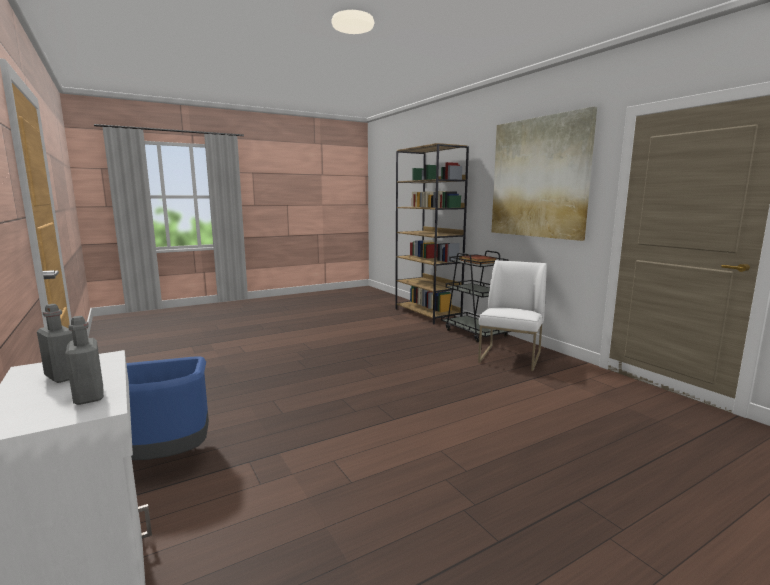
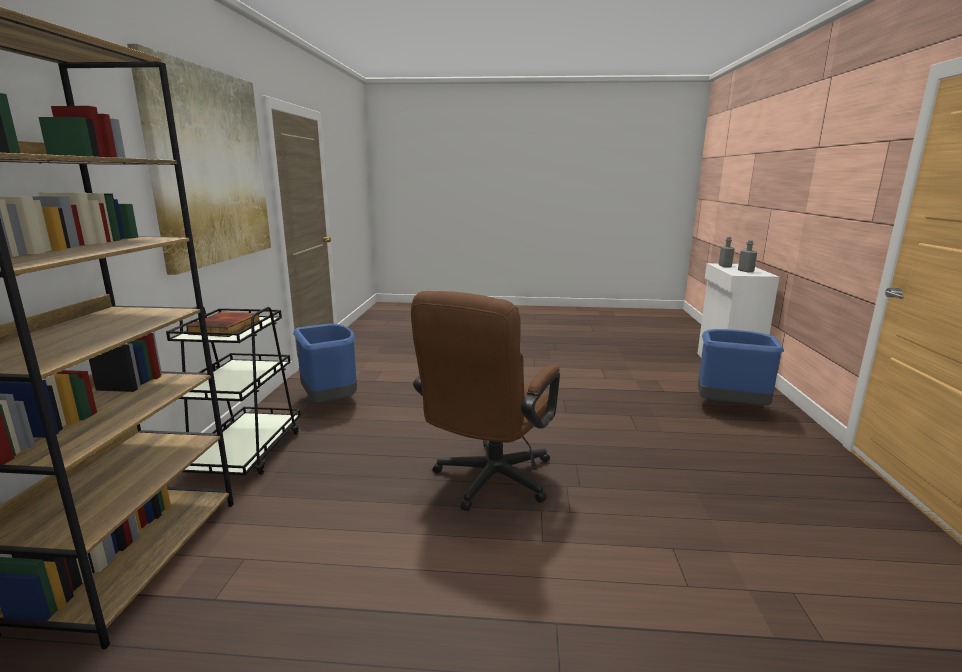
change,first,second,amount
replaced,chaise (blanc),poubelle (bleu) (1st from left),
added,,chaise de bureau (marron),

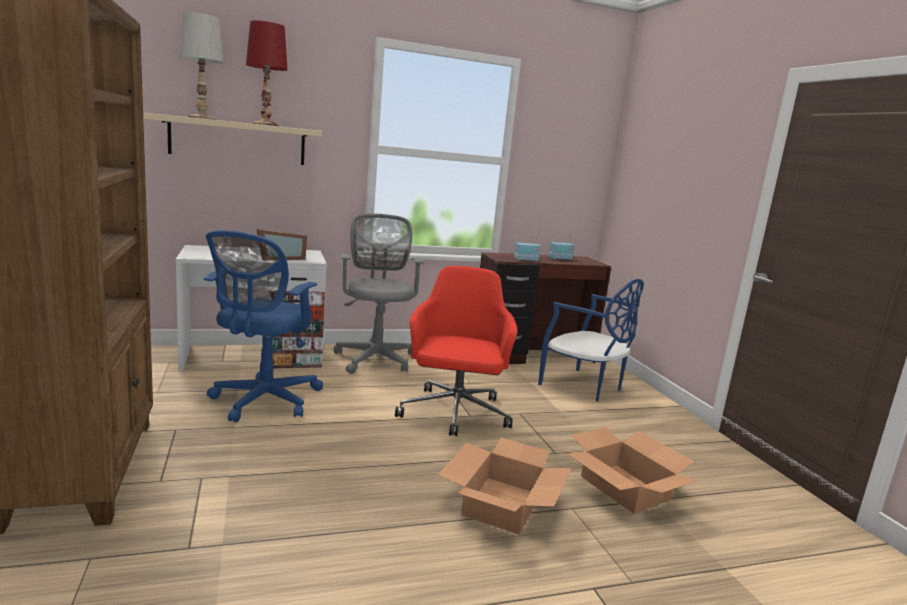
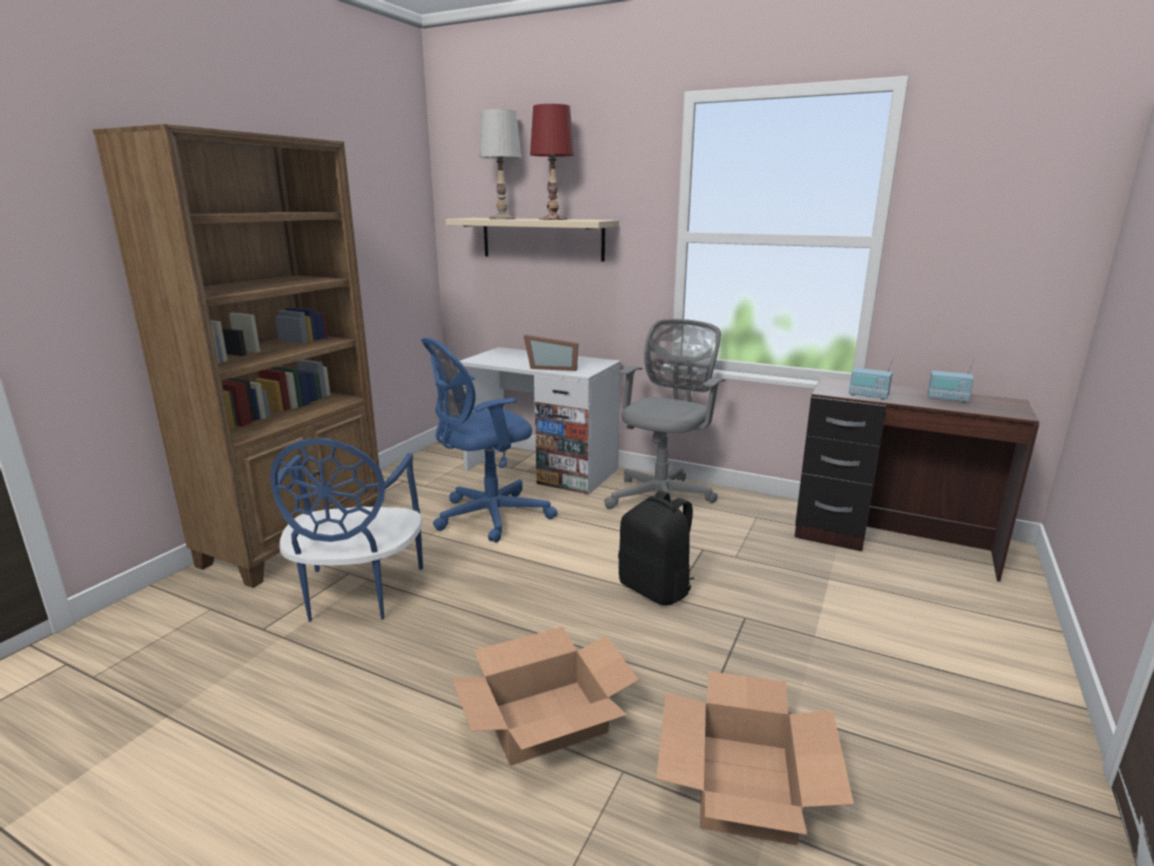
change,first,second,amount
replaced,chaise de bureau (rouge),sac à dos (noir),
moved,chaise (bleu),,

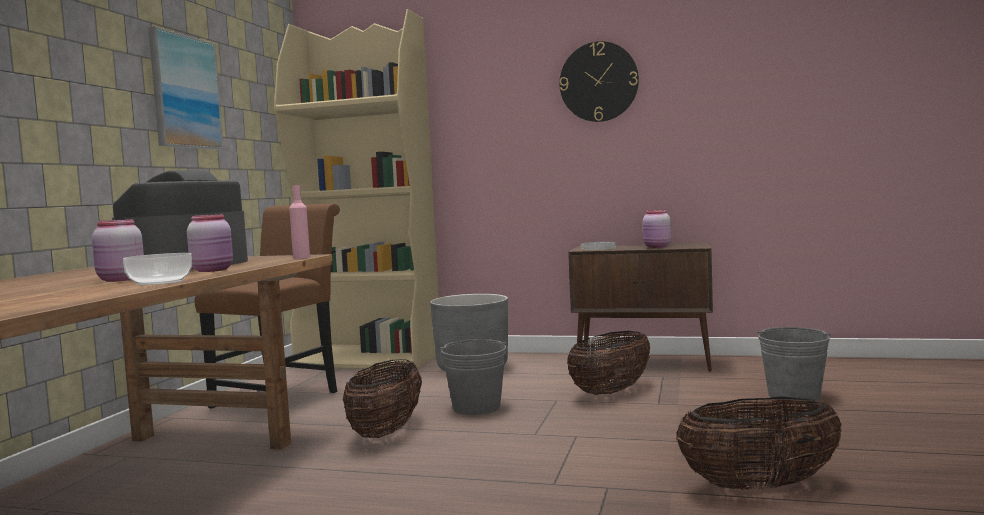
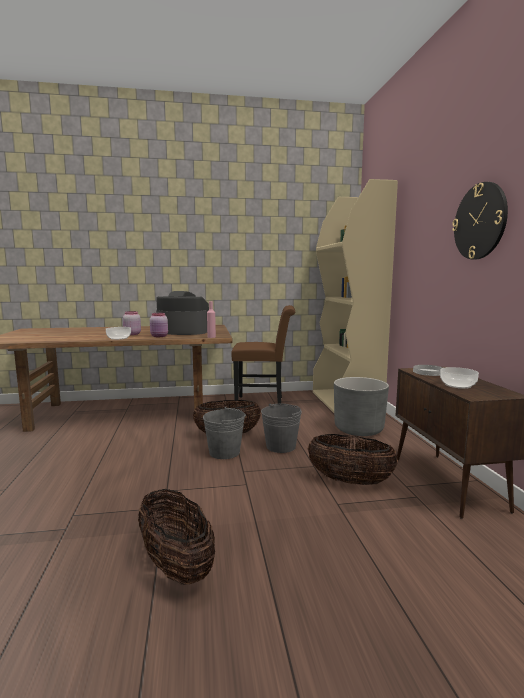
change,first,second,amount
removed,tableau,,
replaced,bocal (rose) (3rd from left),bol (2nd from left),
moved,seau (gris) (2nd from left in the first image),seau (gris) (1st from left),

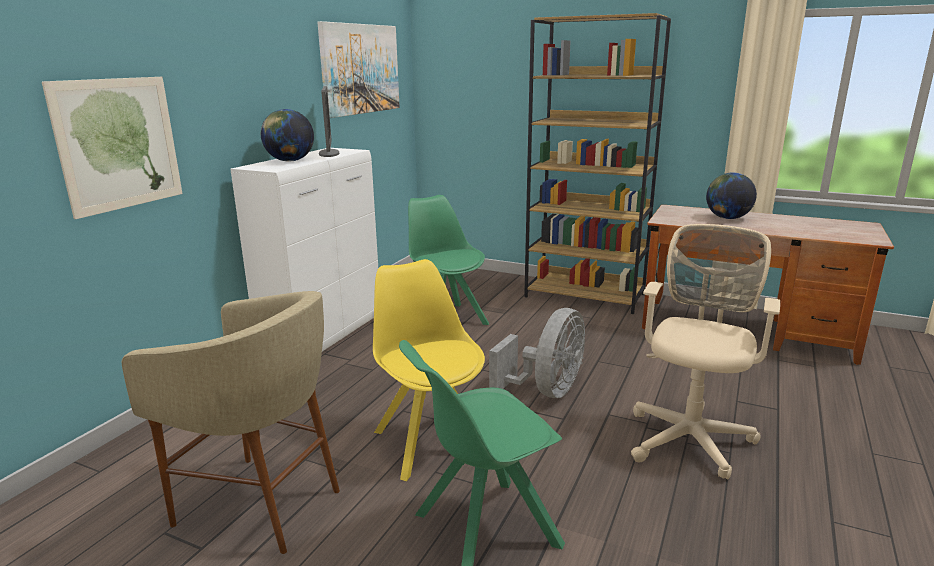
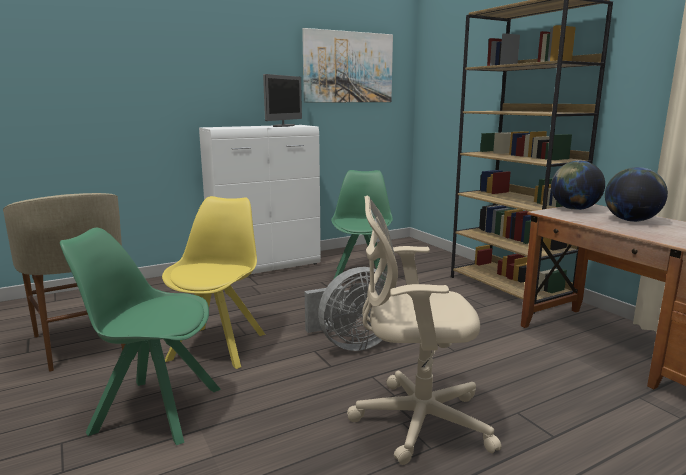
change,first,second,amount
removed,tableau (1st from left),,
moved,globe (1st from left),,
turned,chaise de bureau (beige),,150 degrees counterclockwise

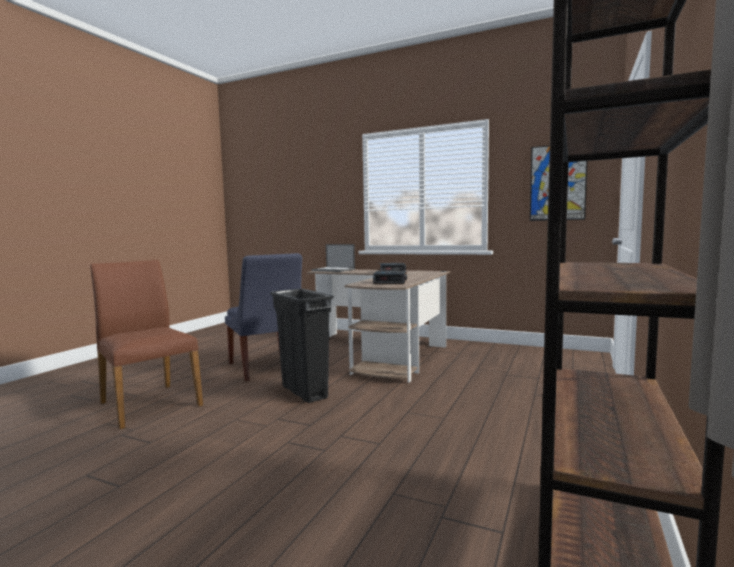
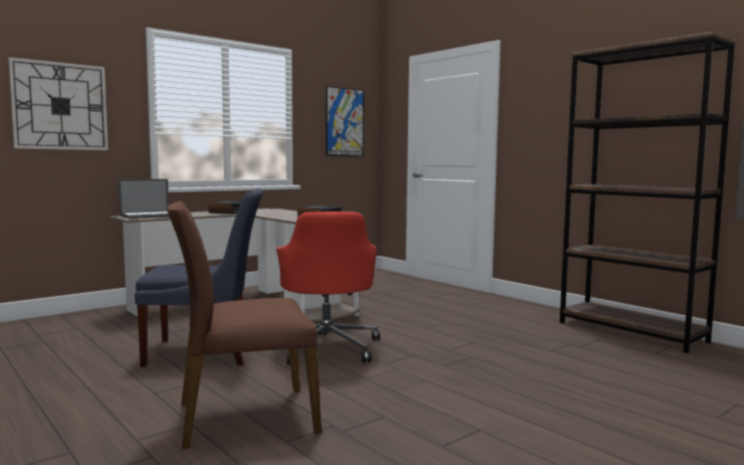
change,first,second,amount
replaced,poubelle (noir),chaise de bureau (rouge),
added,,horloge murale,

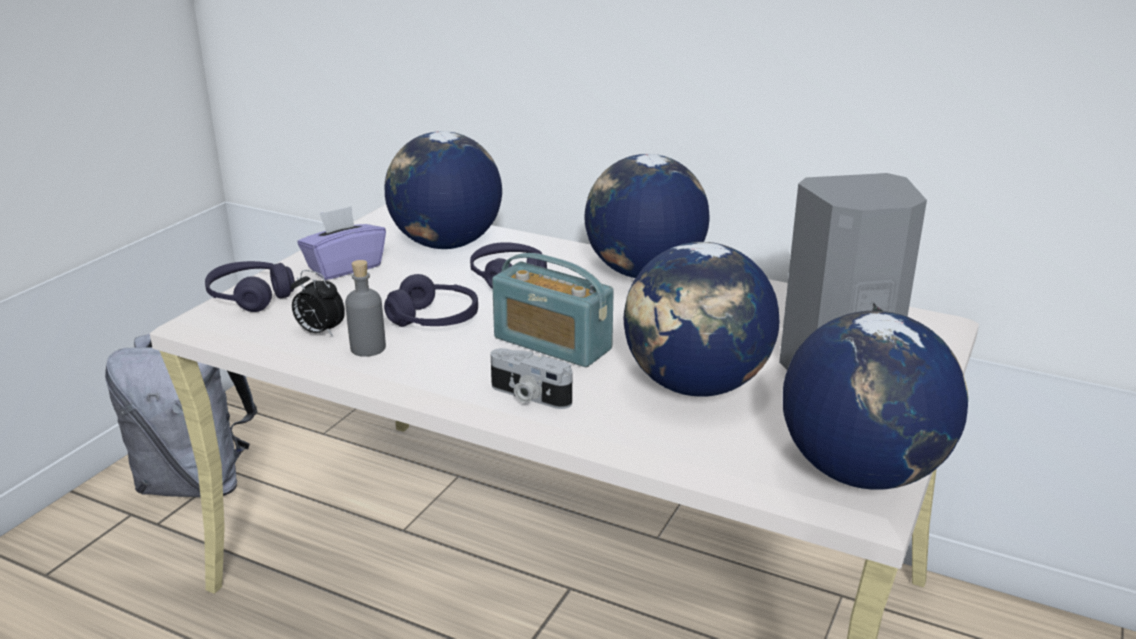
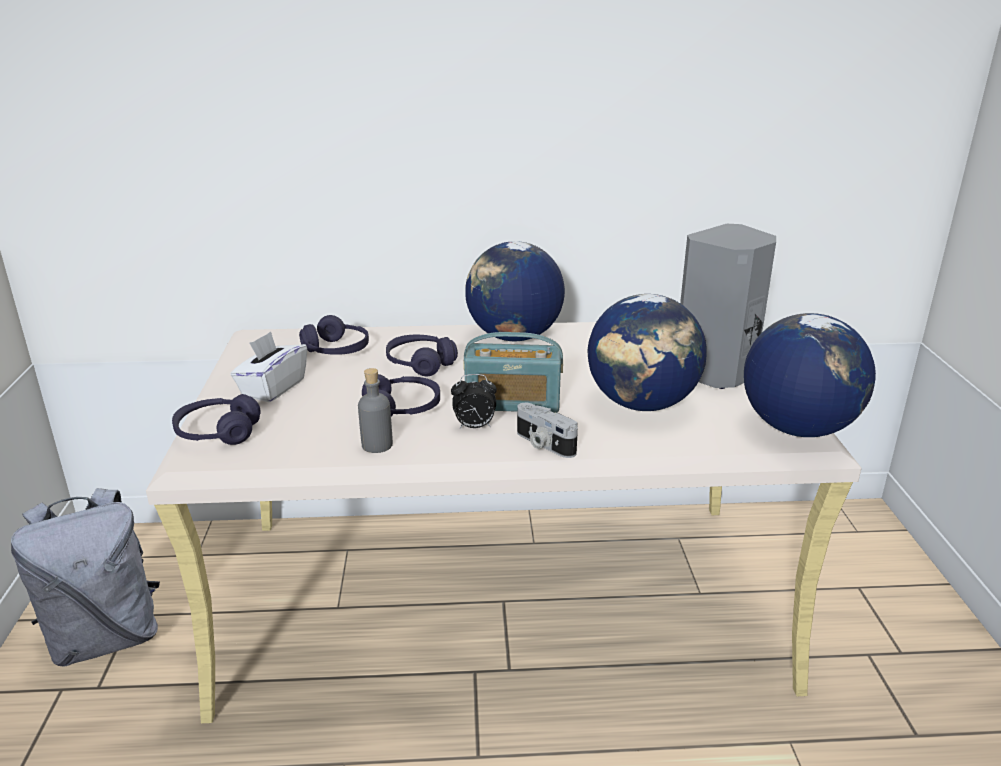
change,first,second,amount
moved,réveil,,
recoloured,boîte à mouchoirs (violet),boîte à mouchoirs (blanc),
replaced,globe (1st from left),casque audio (violet) (2nd from left),
turned,appareil photo,,45 degrees clockwise

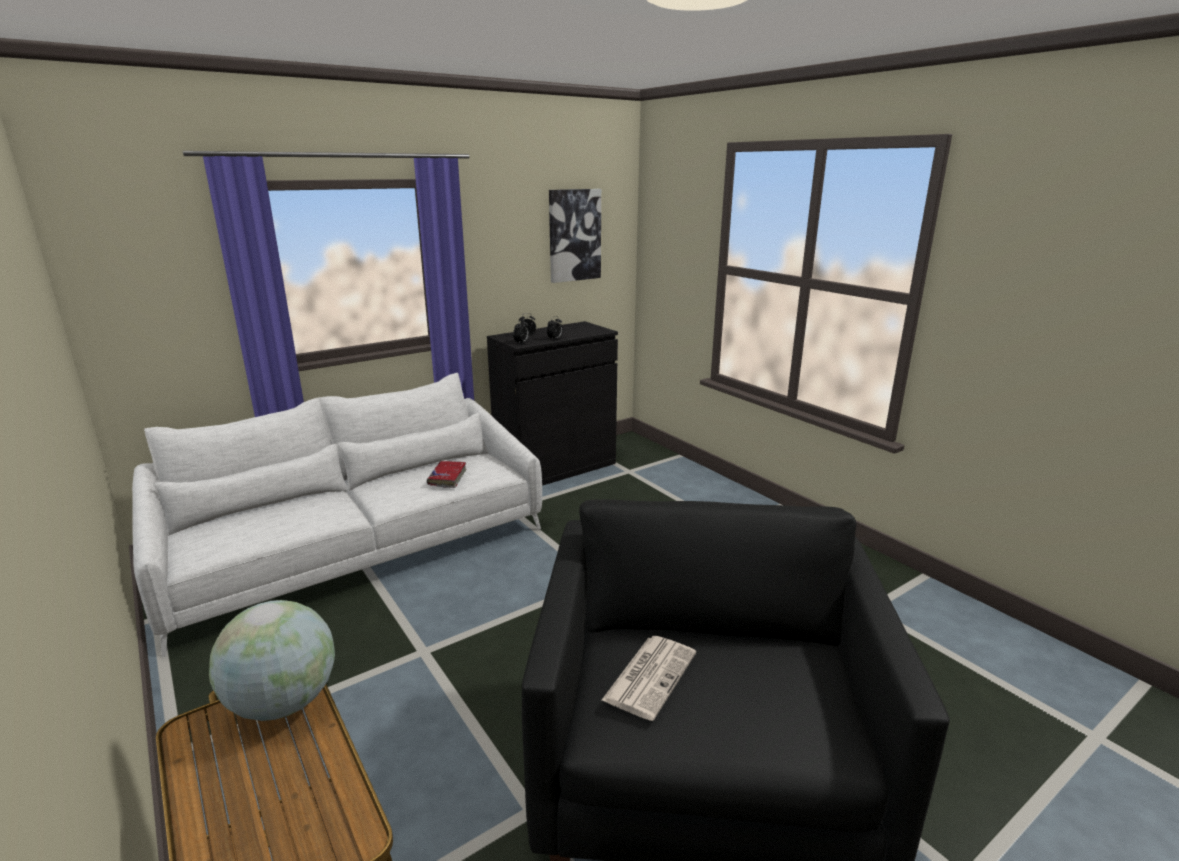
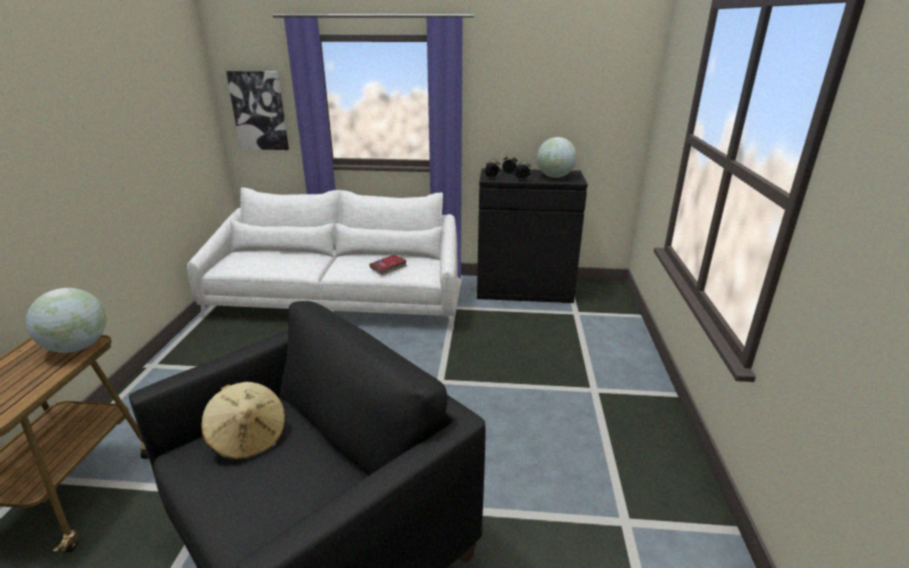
change,first,second,amount
moved,tableau,,
replaced,journal,chapeau (beige),
added,,globe (2nd from left),

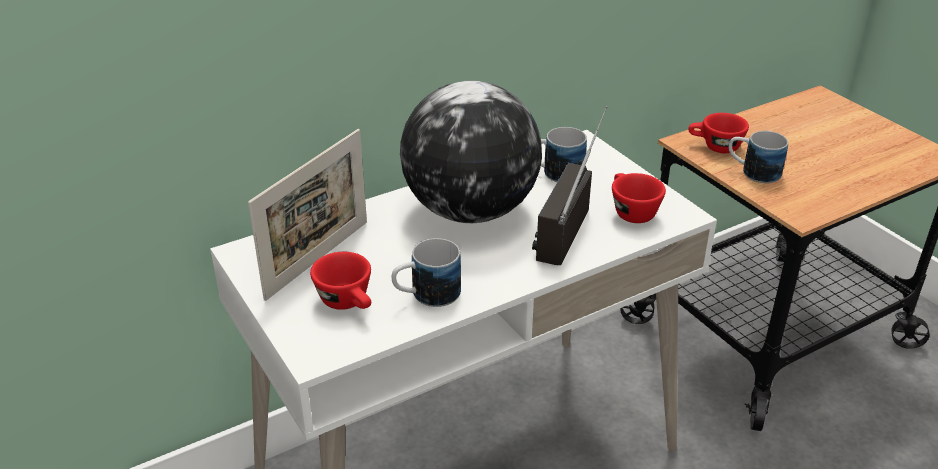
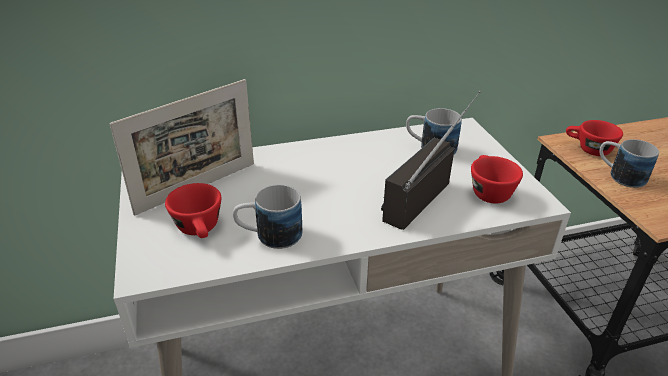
change,first,second,amount
removed,globe,,

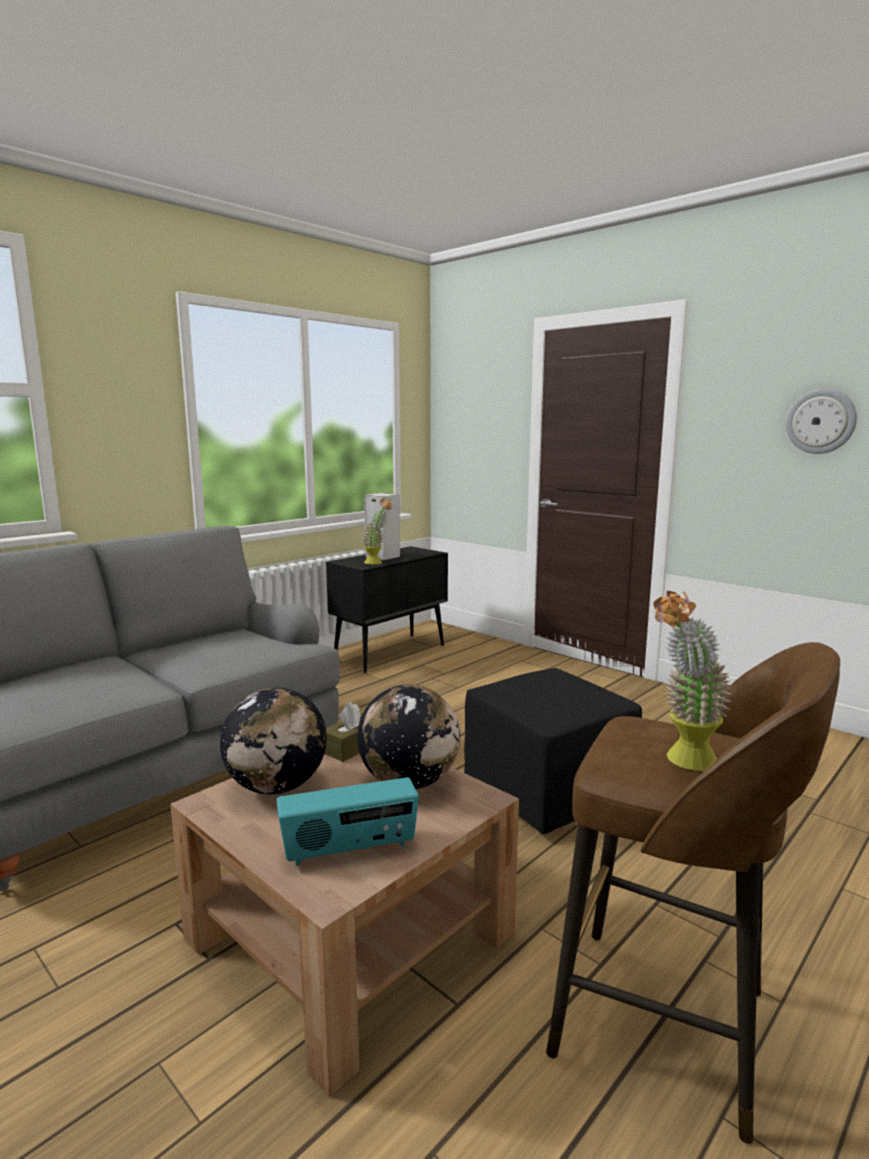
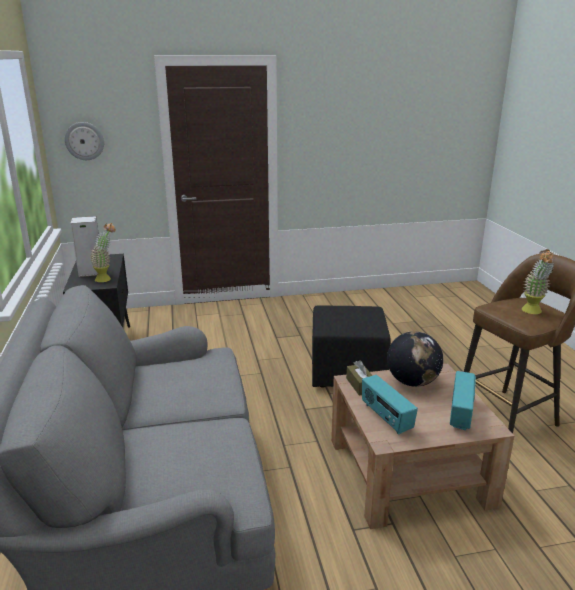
change,first,second,amount
replaced,globe (1st from left),radio (1st from left),
moved,horloge murale,,

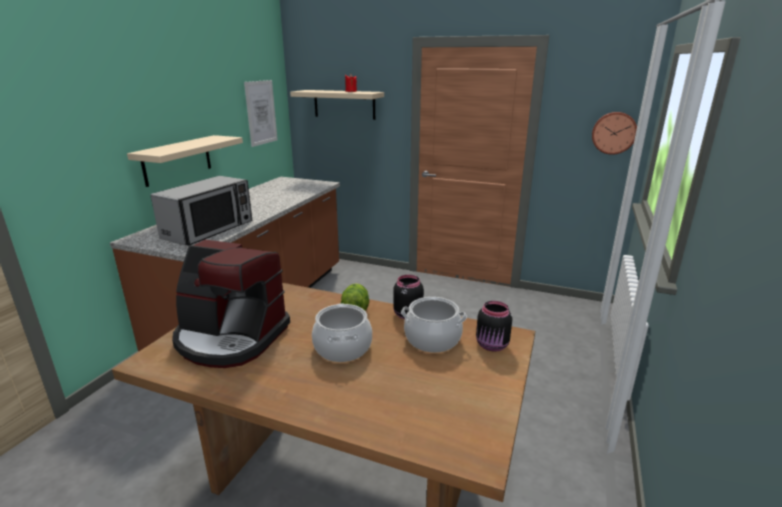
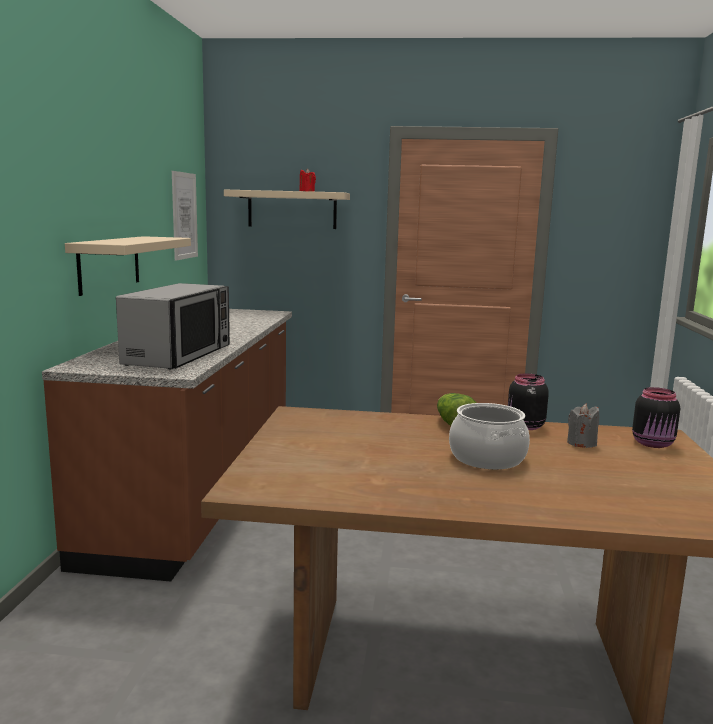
change,first,second,amount
removed,machine à café,,
replaced,marmite (2nd from left),bougie (gris),
removed,horloge murale,,

